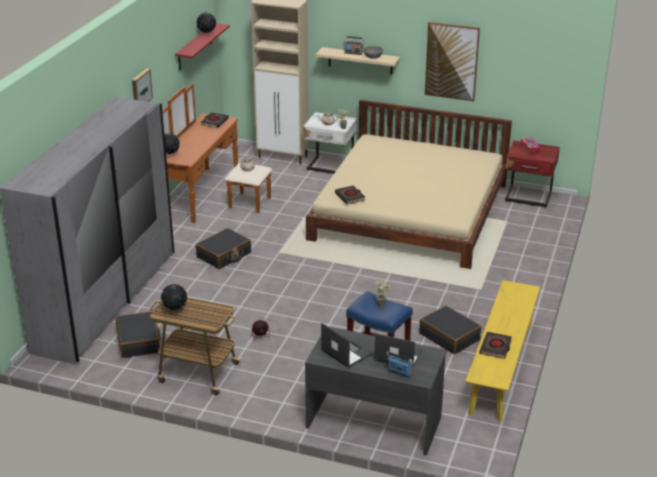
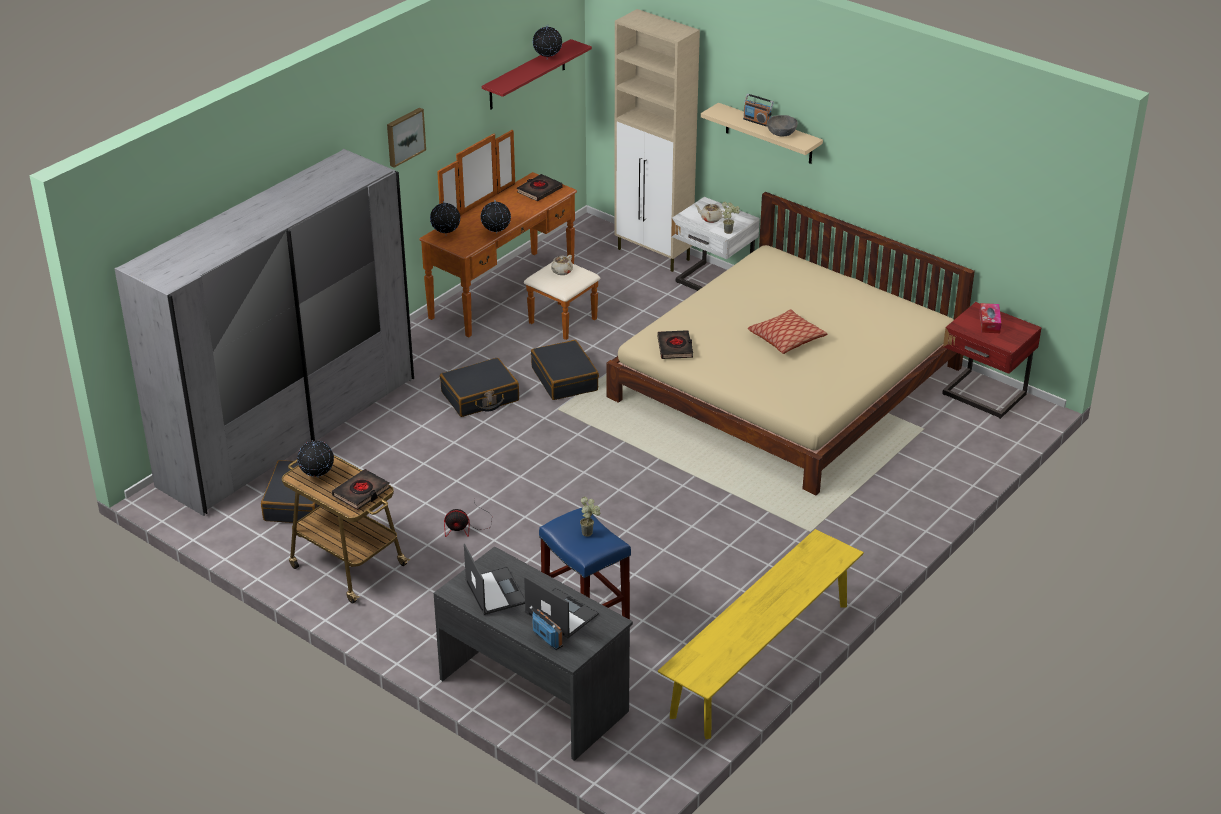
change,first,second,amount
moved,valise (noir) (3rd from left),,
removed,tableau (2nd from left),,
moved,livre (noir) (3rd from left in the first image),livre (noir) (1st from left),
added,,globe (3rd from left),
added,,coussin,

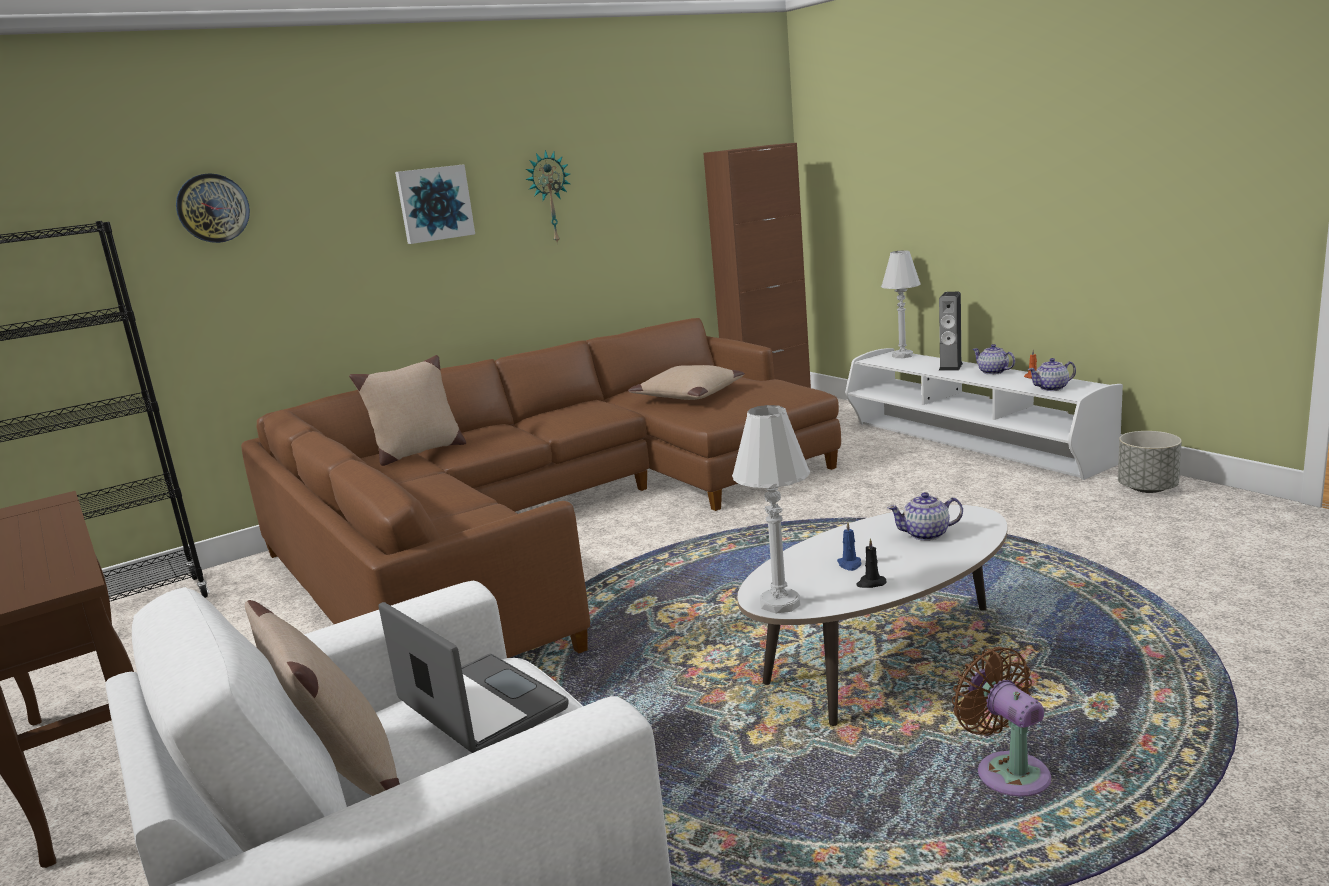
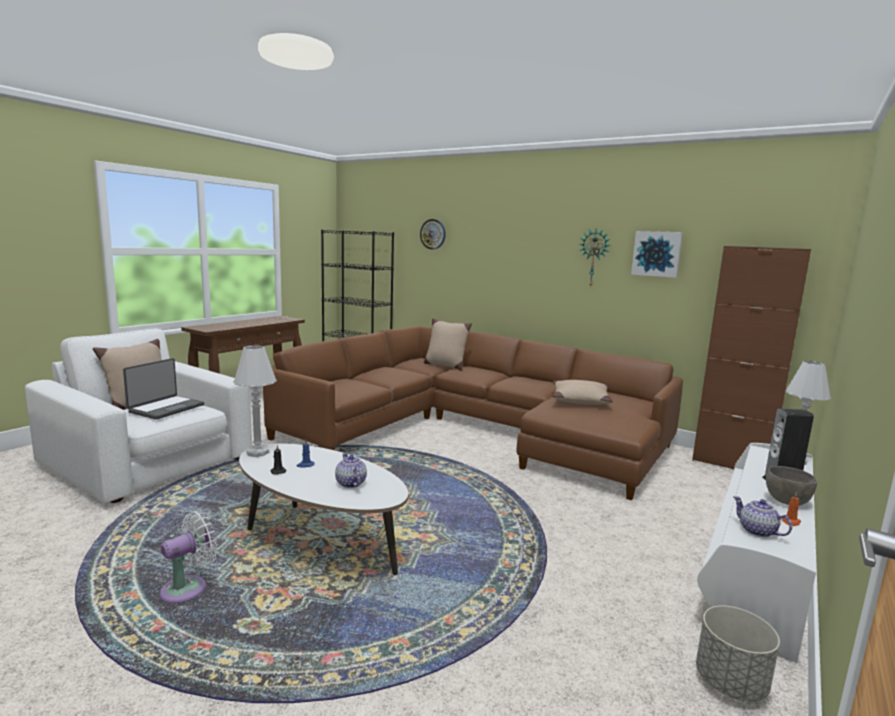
change,first,second,amount
moved,tableau,,
recoloured,ventilateur (marron),ventilateur (blanc),
replaced,théière (2nd from left),bol (gris),

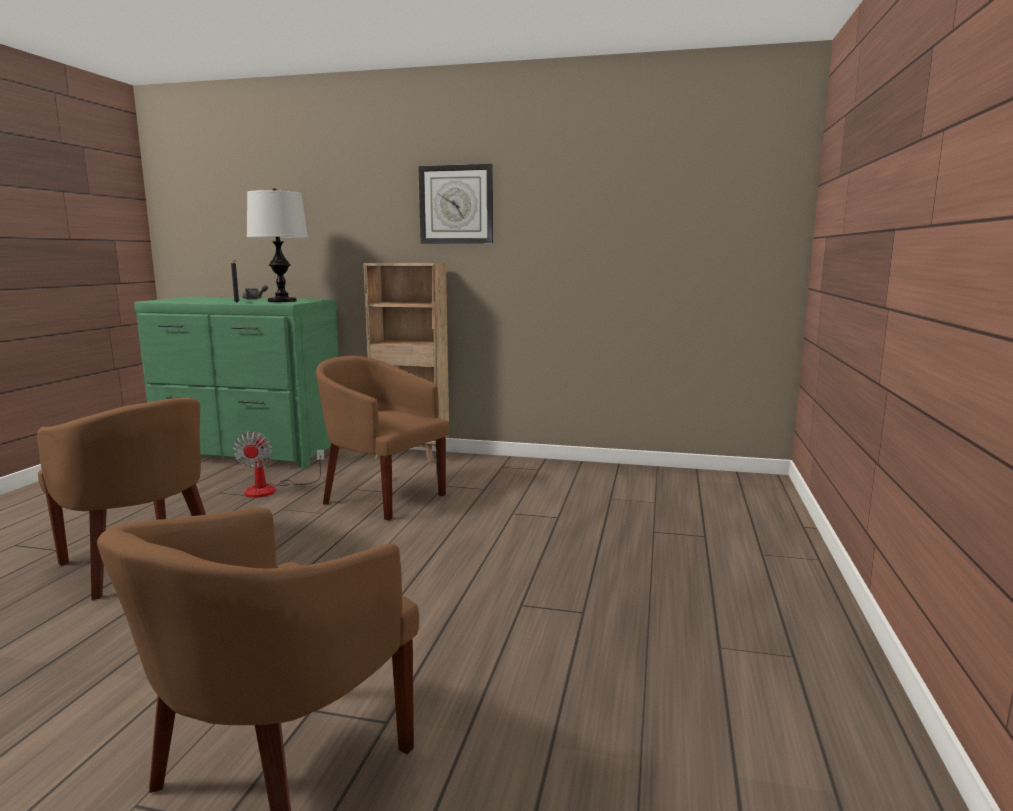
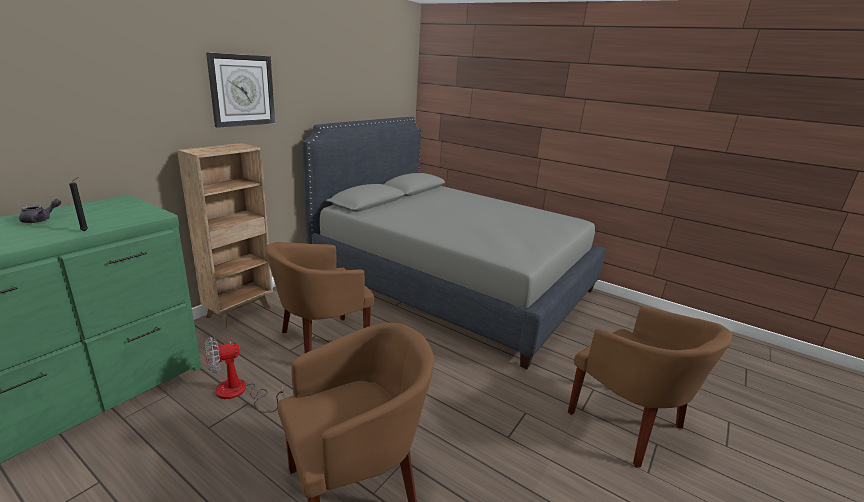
change,first,second,amount
turned,ventilateur,,135 degrees clockwise
removed,lampe de table,,
added,,lit (gris),

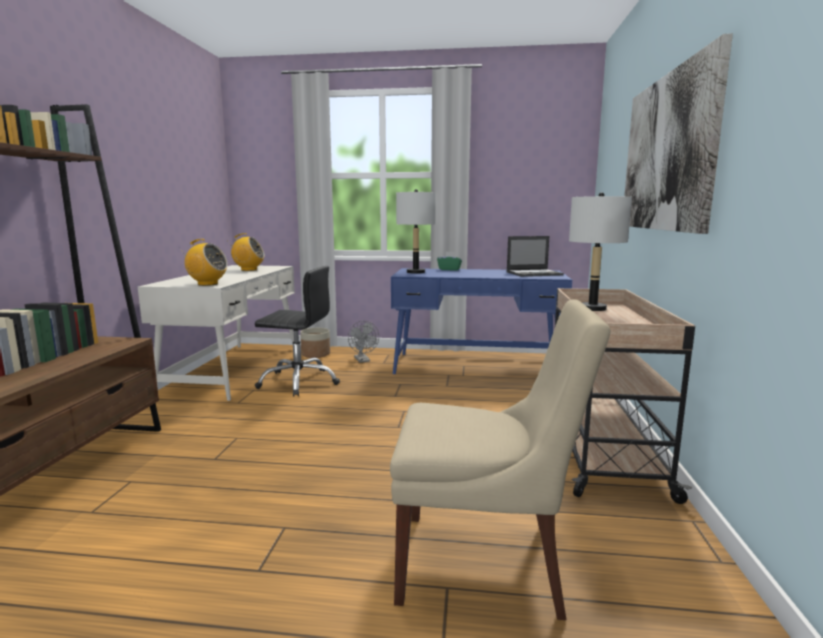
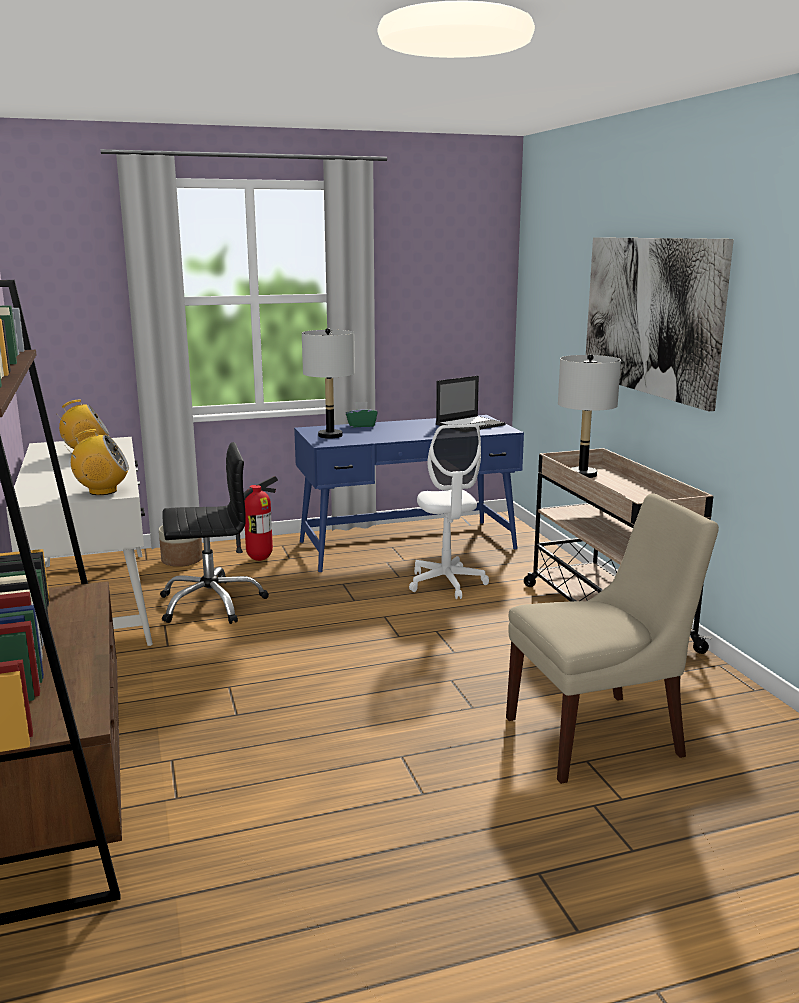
change,first,second,amount
replaced,ventilateur (gris),extincteur,
added,,chaise de bureau (blanc),

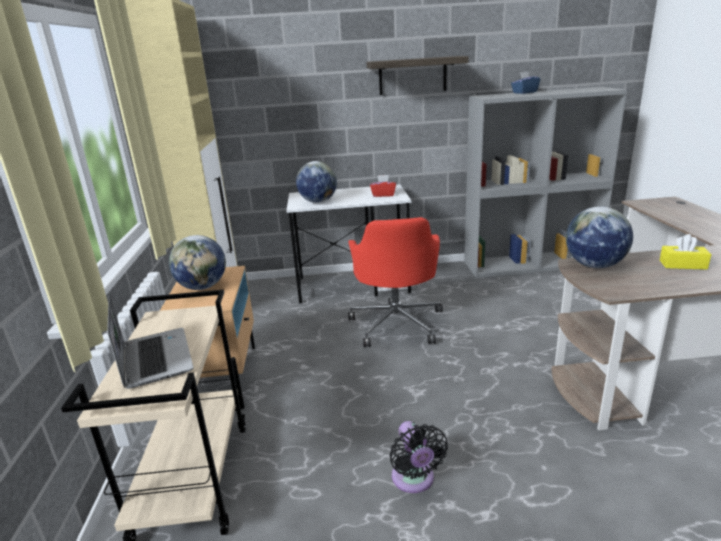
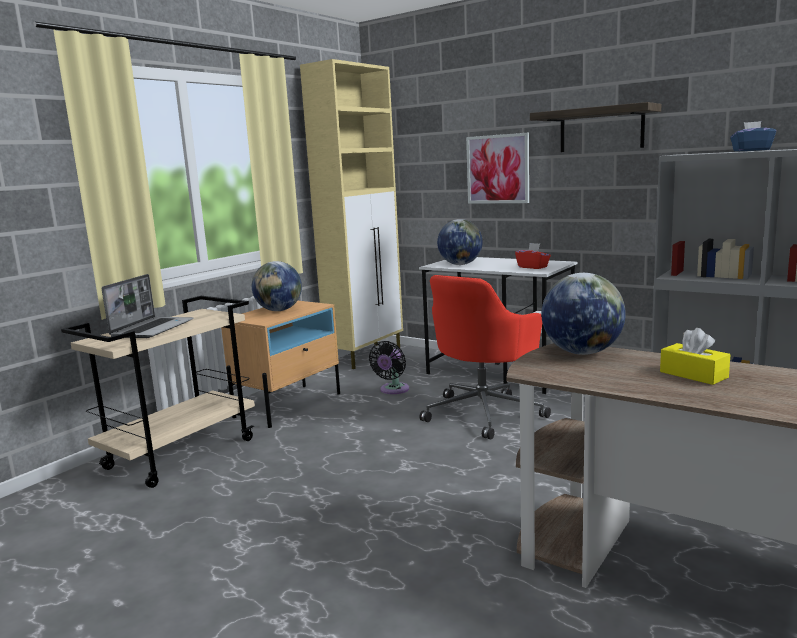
change,first,second,amount
moved,ventilateur (noir),,
added,,tableau,

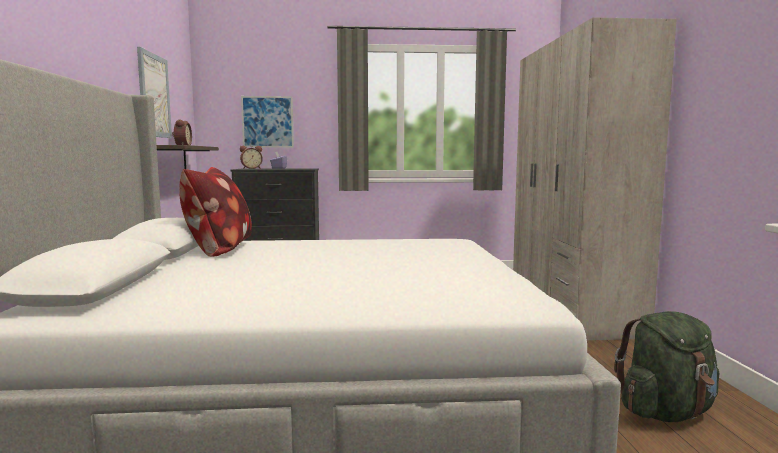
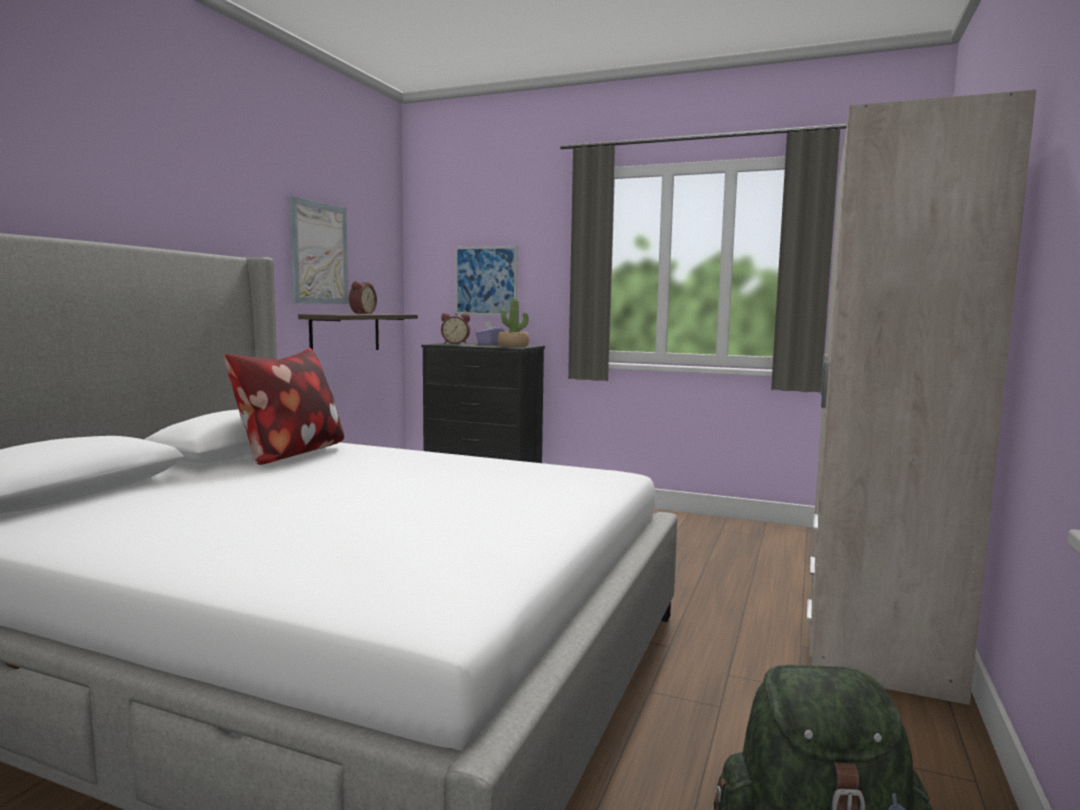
change,first,second,amount
added,,plante en pot,

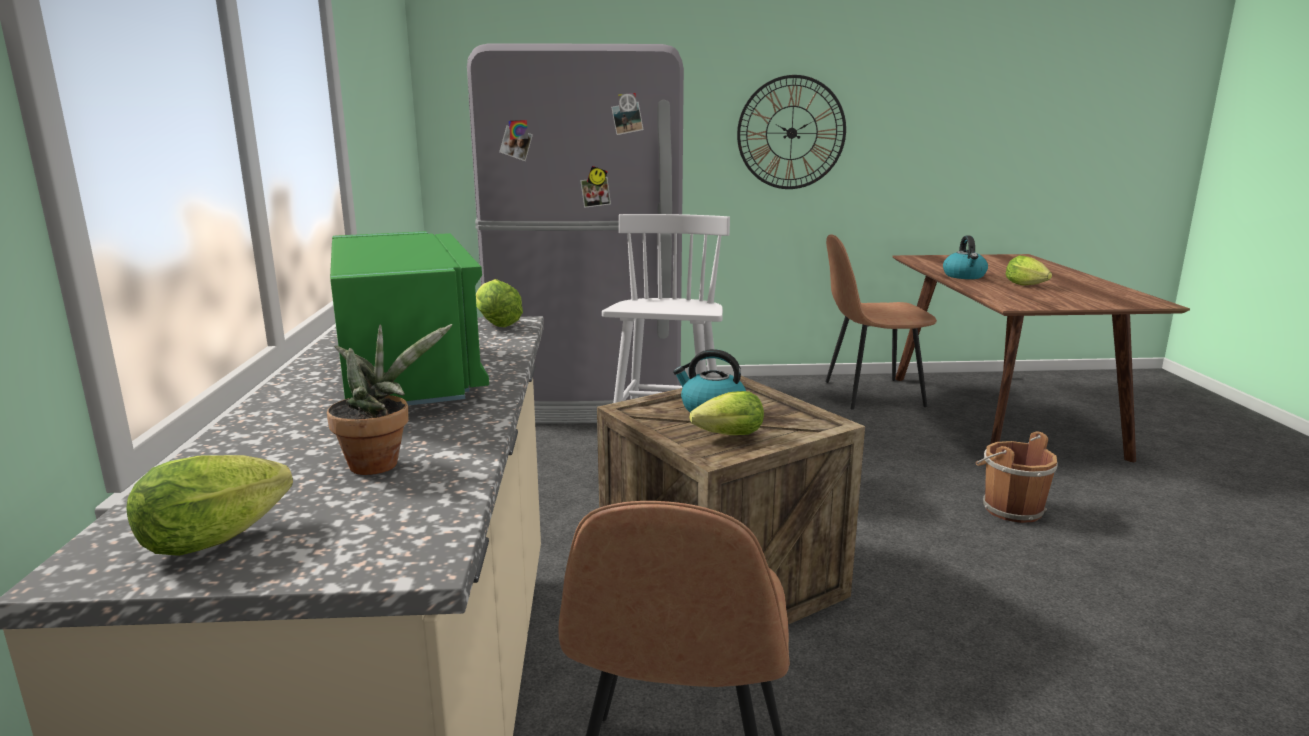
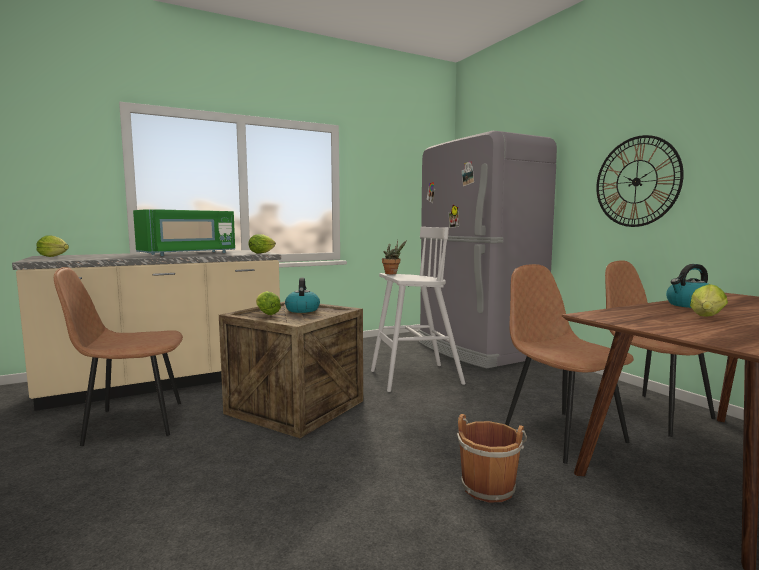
change,first,second,amount
moved,plante en pot,,
added,,chaise (marron) (2nd from left),

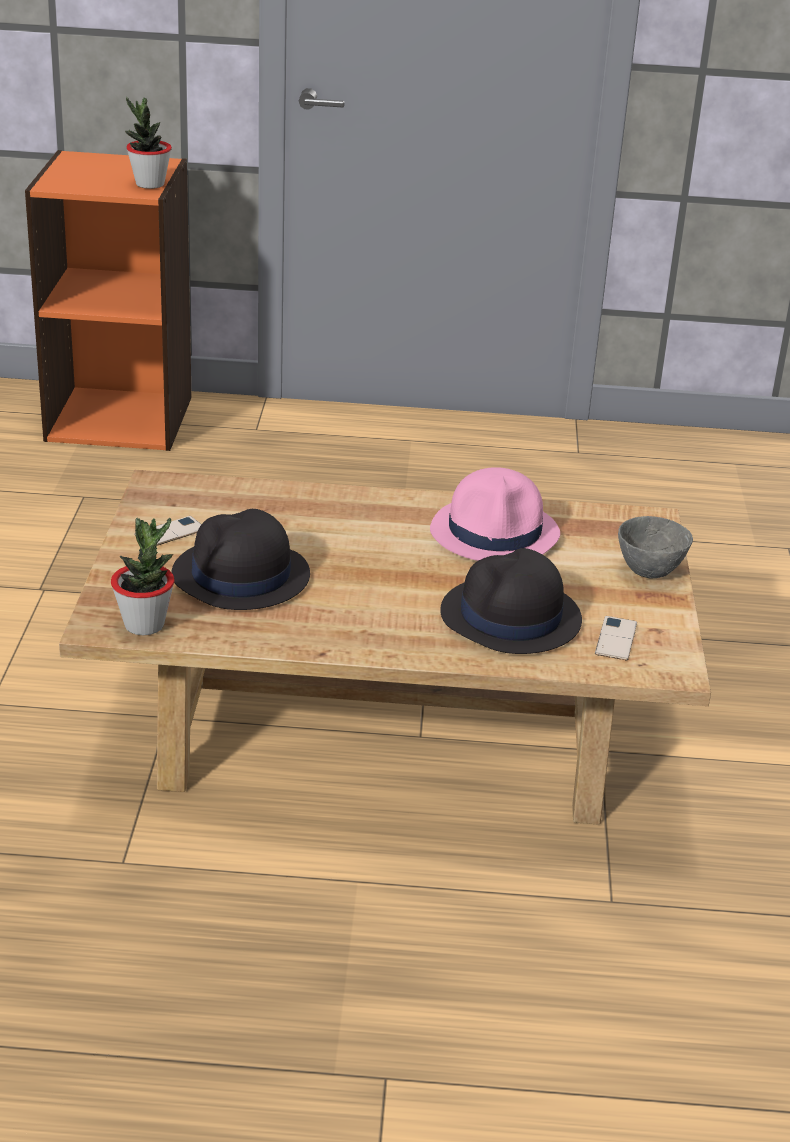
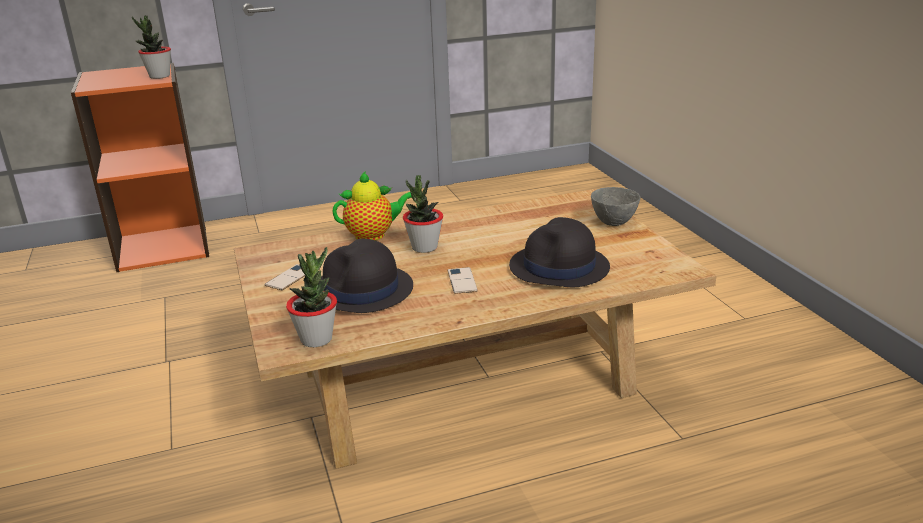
change,first,second,amount
removed,chapeau (rose),,
moved,téléphone (2nd from left),,
added,,théière,
added,,plante en pot (3rd from left),

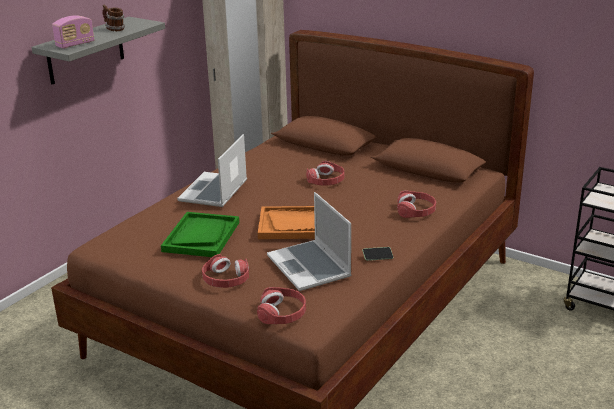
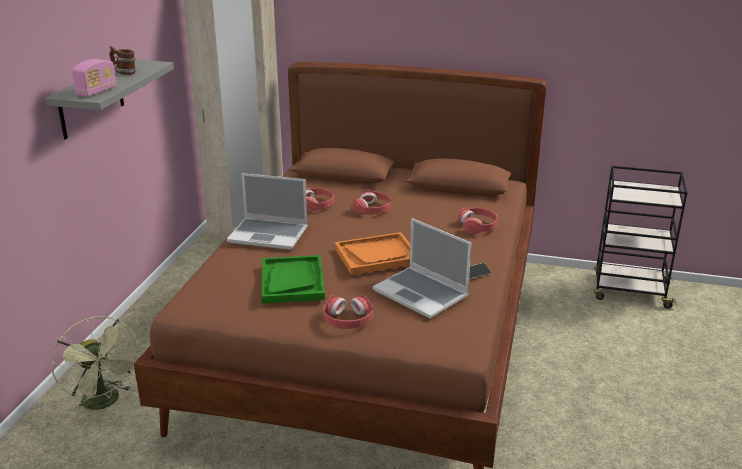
change,first,second,amount
turned,ordinateur portable (1st from left),,75 degrees counterclockwise
moved,casque audio (rouge) (2nd from left in the first image),casque audio (rouge) (1st from left),
added,,ventilateur (vert),

